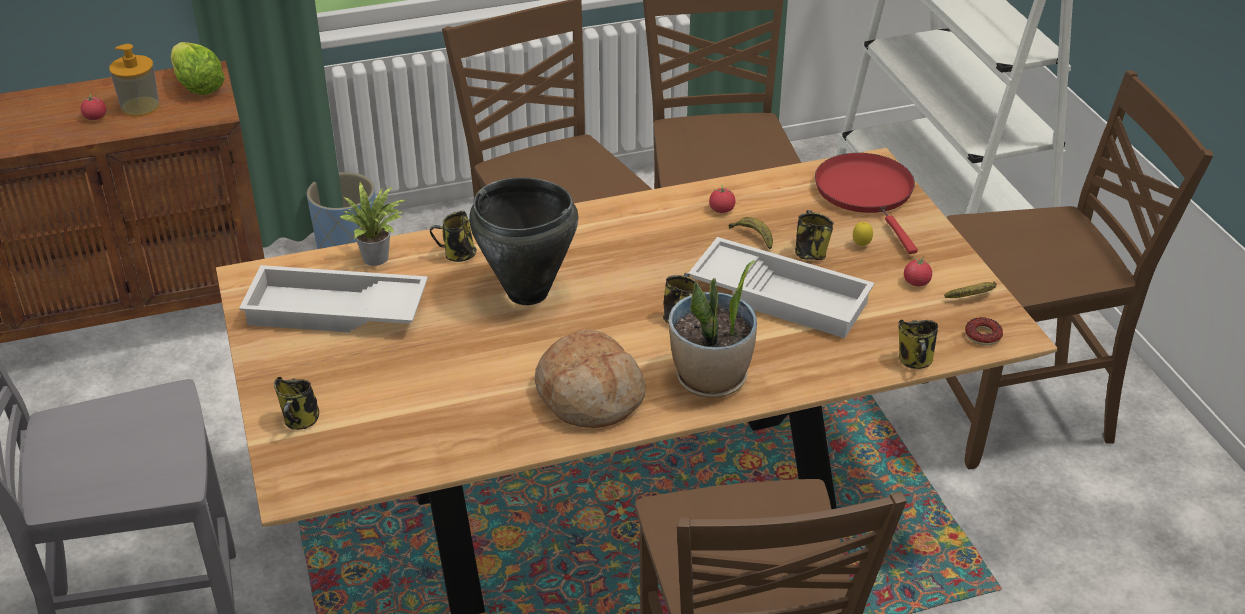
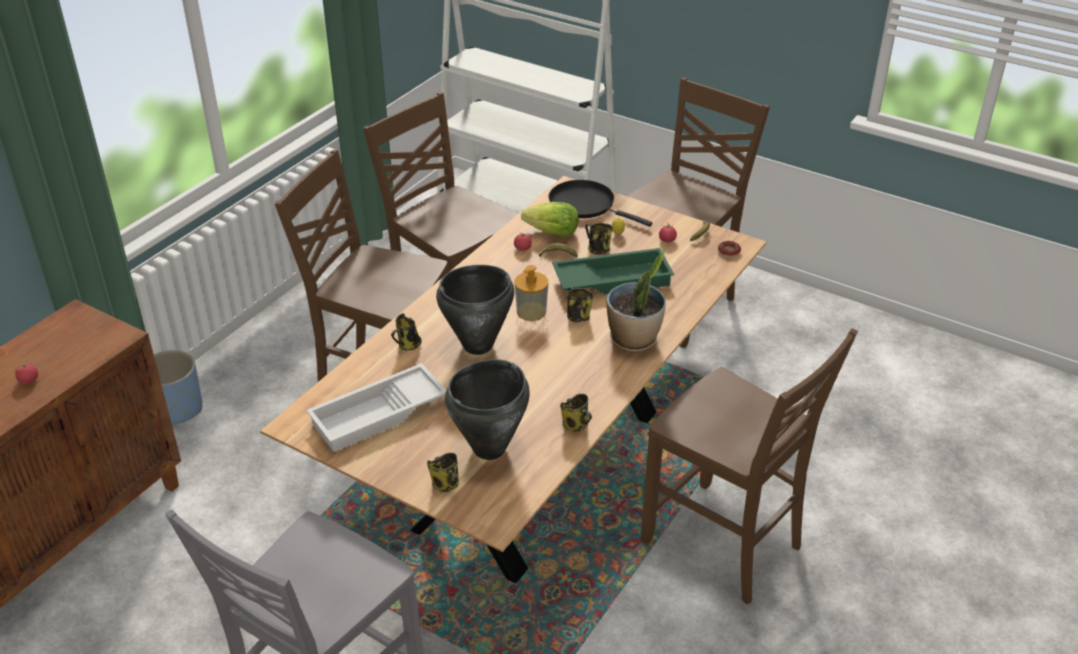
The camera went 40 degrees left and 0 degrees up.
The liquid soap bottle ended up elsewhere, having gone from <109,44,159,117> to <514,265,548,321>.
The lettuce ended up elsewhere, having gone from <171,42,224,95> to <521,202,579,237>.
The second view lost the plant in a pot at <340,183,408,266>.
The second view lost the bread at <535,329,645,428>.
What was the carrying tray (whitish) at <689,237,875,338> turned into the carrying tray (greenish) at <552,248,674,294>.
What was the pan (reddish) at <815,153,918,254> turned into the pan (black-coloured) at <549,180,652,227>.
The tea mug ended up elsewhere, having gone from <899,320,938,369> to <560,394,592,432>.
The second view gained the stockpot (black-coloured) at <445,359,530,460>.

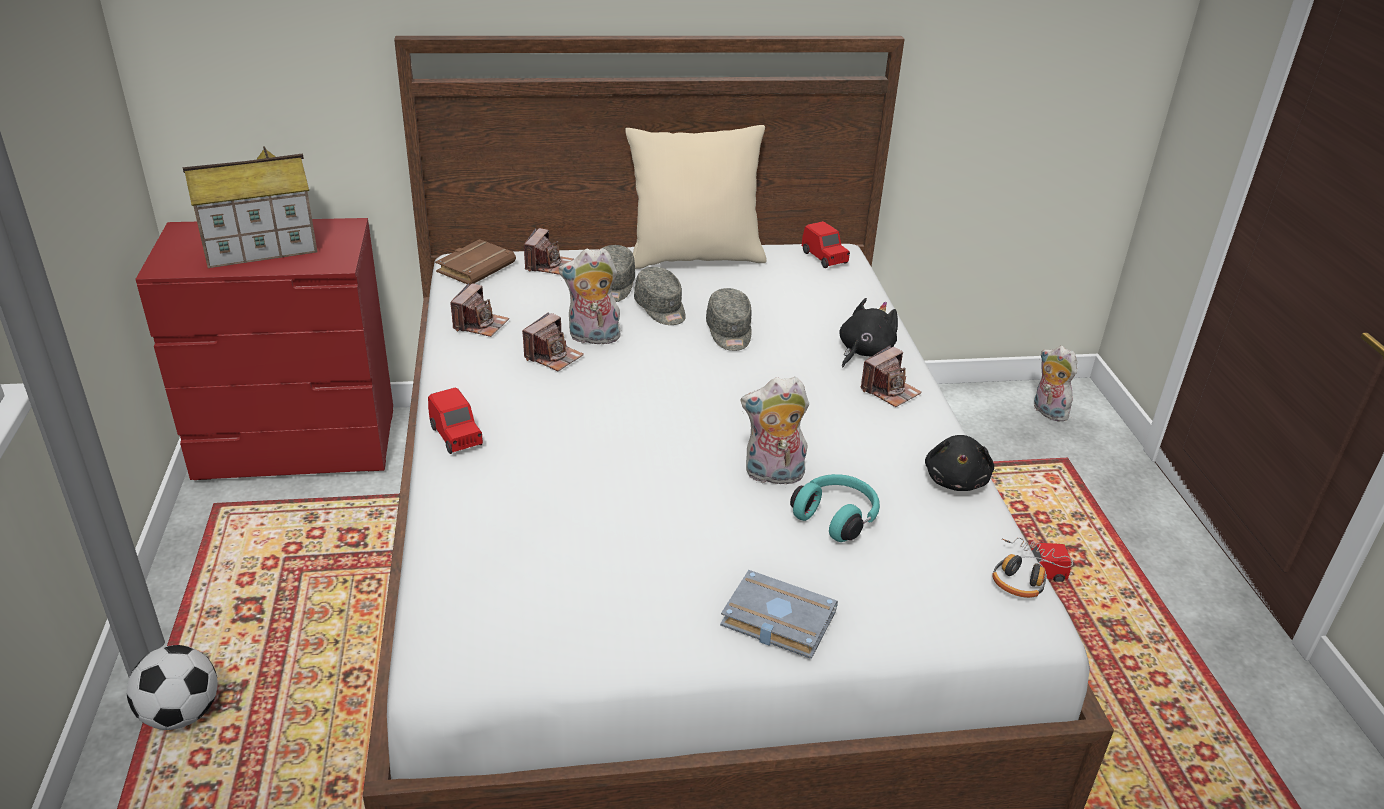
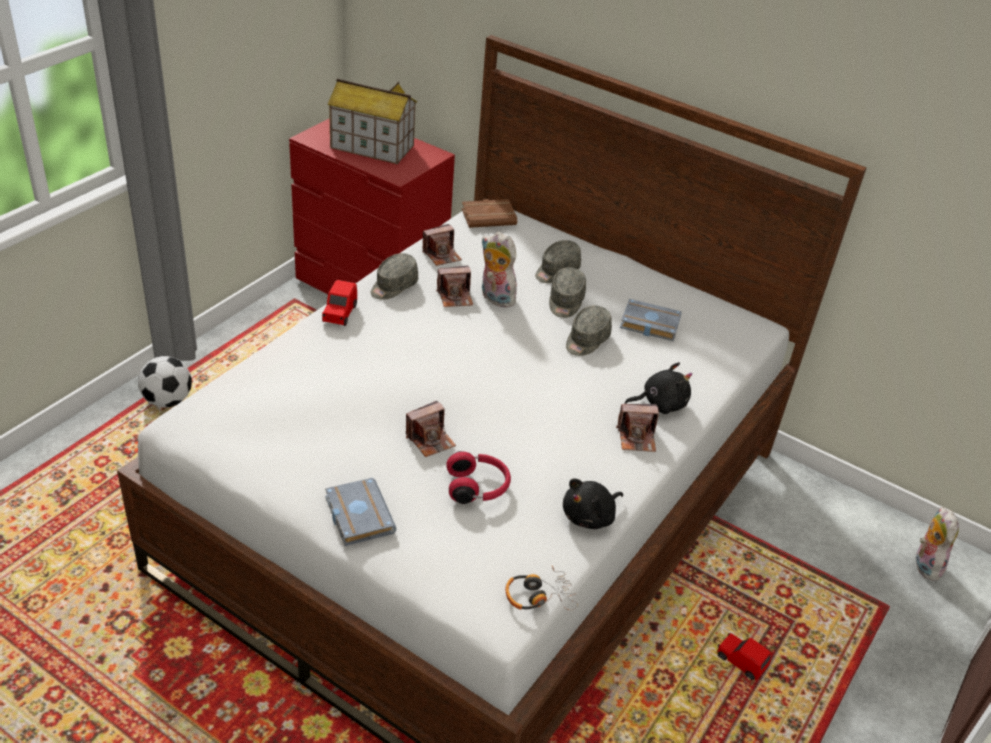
The camera went 40 degrees right and 5 degrees up.
The photo camera ended up elsewhere, having gone from <524,228,574,275> to <406,401,456,457>.
The second view lost the cushion (sand-coloured) at <625,125,767,269>.
The second view lost the cuddly toy at <741,377,809,485>.
What was the pair of headphones (blue-green) at <790,474,880,542> turned into the pair of headphones (reddish) at <446,451,511,504>.
The second view lost the model car (reddish) at <802,221,850,268>.
The second view gained the peaked cap (gray) at <371,253,418,300>.
The second view gained the volume (gray) at <620,299,682,341>.

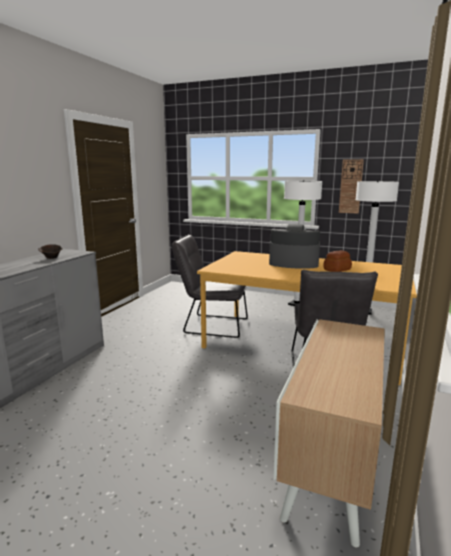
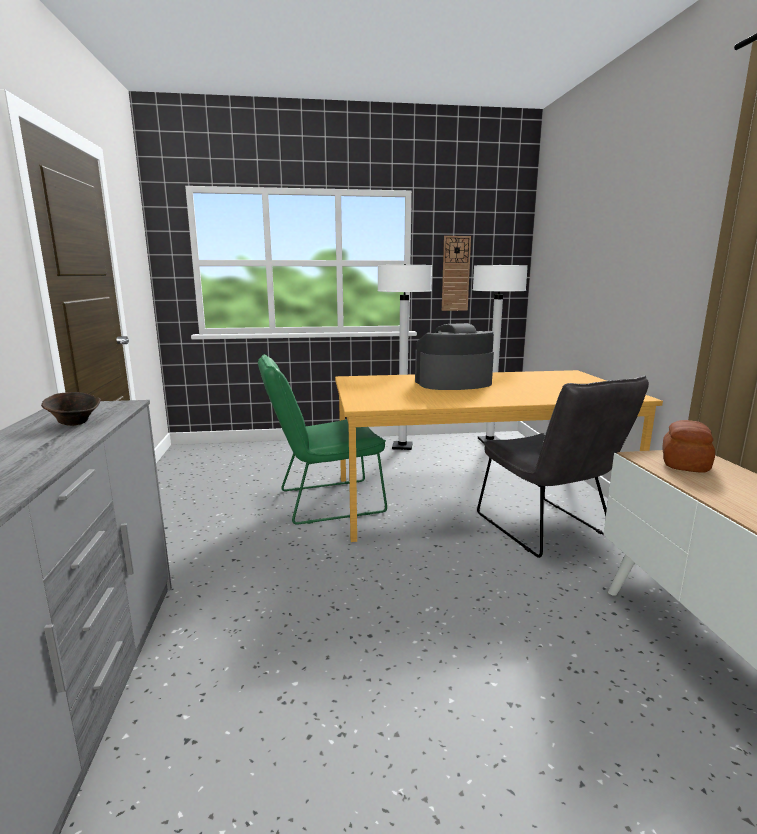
The camera went 30 degrees left and 0 degrees up.
What was the chair (gray) at <172,234,248,338> turned into the chair (greenish) at <258,354,387,525>.
The bread ended up elsewhere, having gone from <323,250,352,272> to <663,420,715,473>.

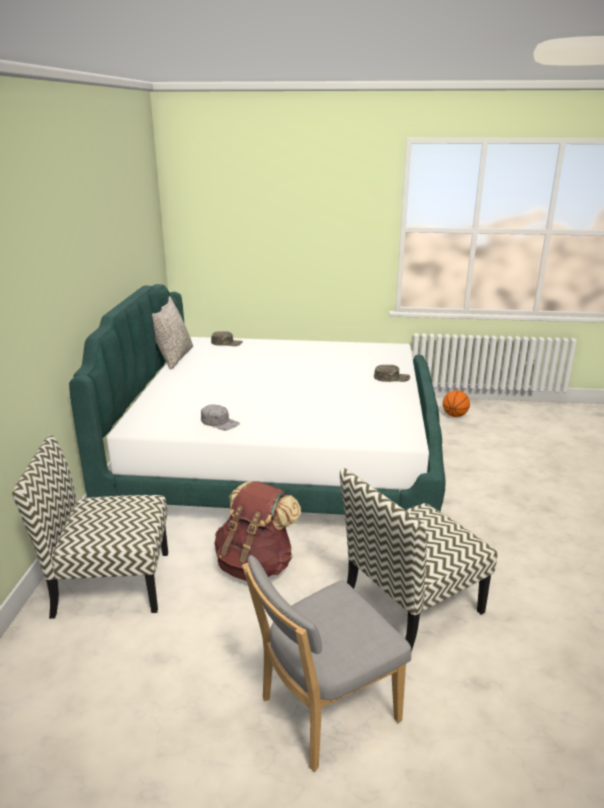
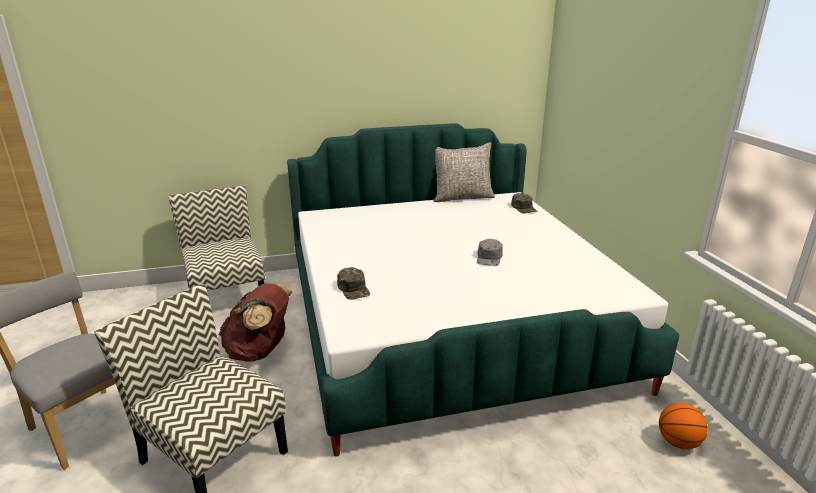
The camera went 70 degrees right and 0 degrees up.
The peaked cap (gray) ended up elsewhere, having gone from <201,404,240,431> to <477,239,503,266>.
The peaked cap (greenish) ended up elsewhere, having gone from <374,365,410,382> to <337,267,370,300>.

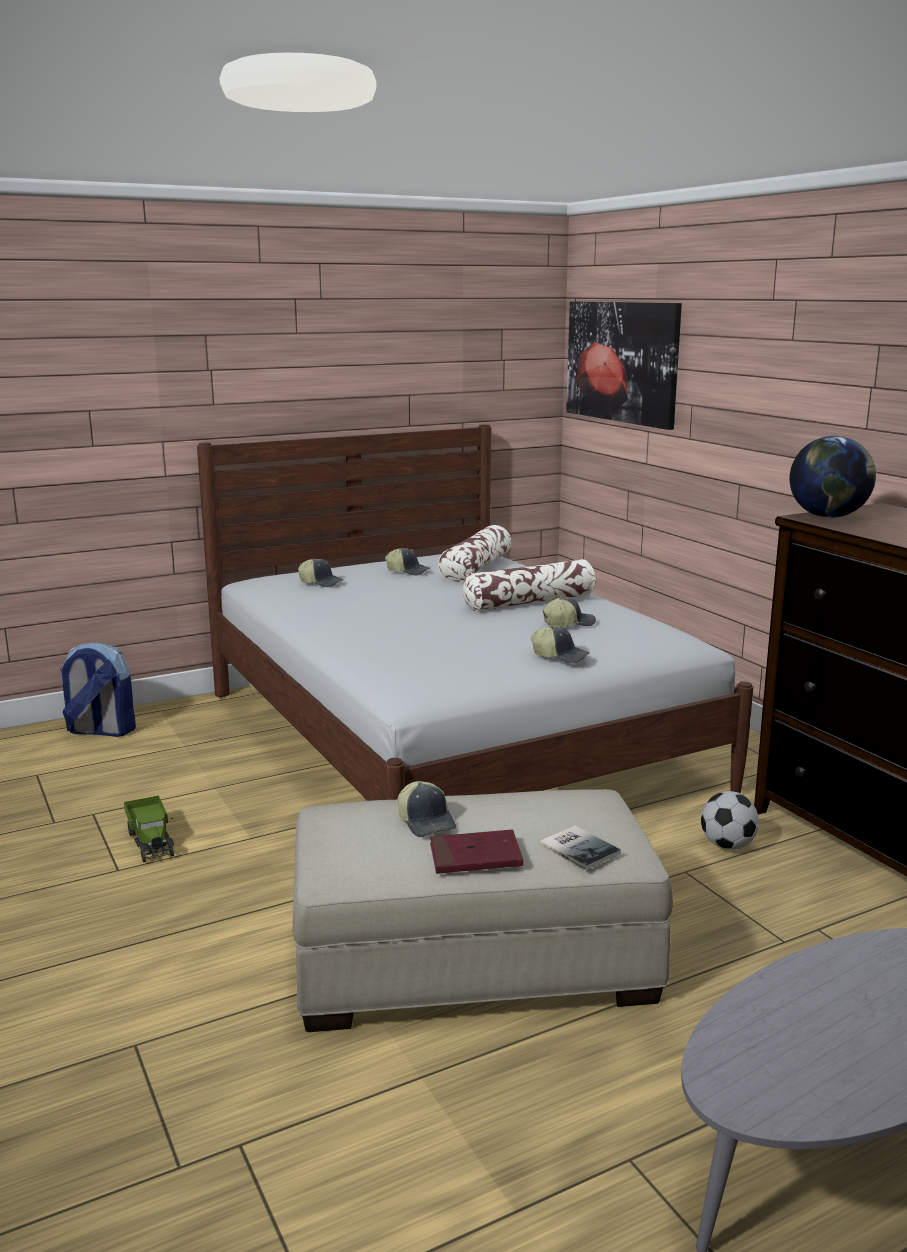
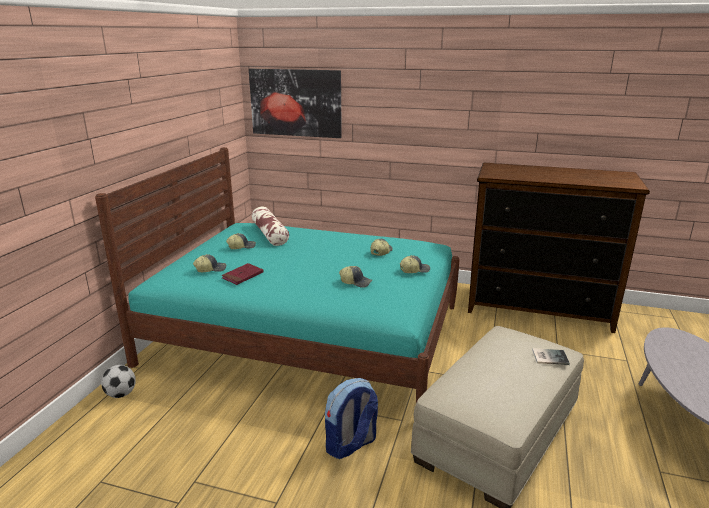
The camera went 45 degrees left and 5 degrees up.
The rucksack ended up elsewhere, having gone from <60,642,136,737> to <325,378,378,459>.
The second view lost the toy truck at <124,795,174,863>.
What was the sleeping bed (whitish) at <197,424,753,801> turned into the sleeping bed (blue-green) at <95,147,460,403>.
The peaked cap ended up elsewhere, having gone from <397,781,456,837> to <339,266,372,288>.
The volume (reddish) ended up elsewhere, having gone from <430,829,523,874> to <222,263,264,285>.
The second view lost the cushion at <463,559,596,611>.
The football ended up elsewhere, having gone from <701,791,759,850> to <101,365,136,398>.
The second view lost the globe at <789,436,876,518>.

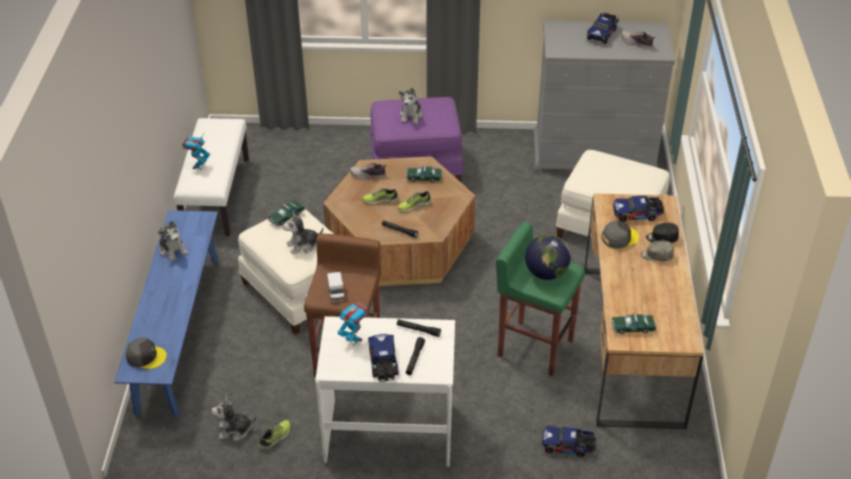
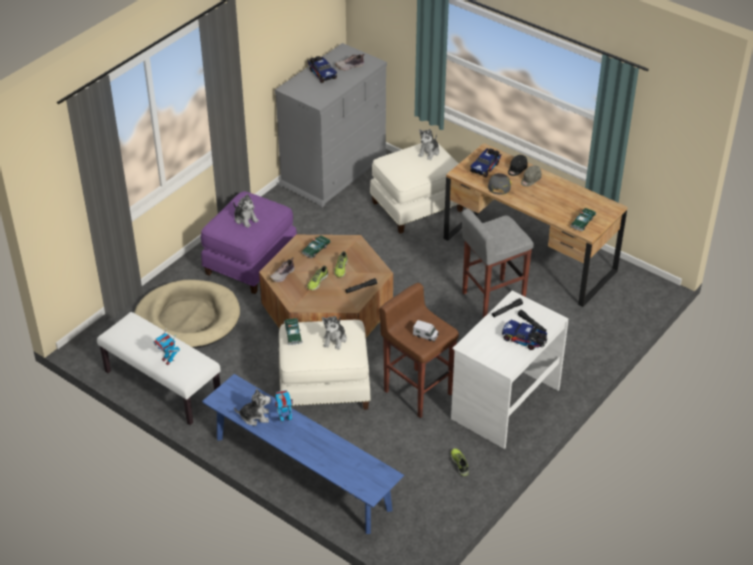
The camera went 55 degrees left and 0 degrees up.
The second view lost the peaked cap (gray) at <126,338,167,369>.
The cuddly toy ended up elsewhere, having gone from <211,395,257,441> to <418,129,439,160>.
The robot figure ended up elsewhere, having gone from <338,303,368,346> to <275,390,293,424>.
What was the stool (greenish) at <496,222,585,377> turned into the stool (gray) at <462,209,534,318>.
The second view lost the globe at <525,234,571,280>.
The second view lost the toy truck at <542,425,596,457>.
The second view gained the dog cushion (sand-coloured) at <134,280,240,349>.

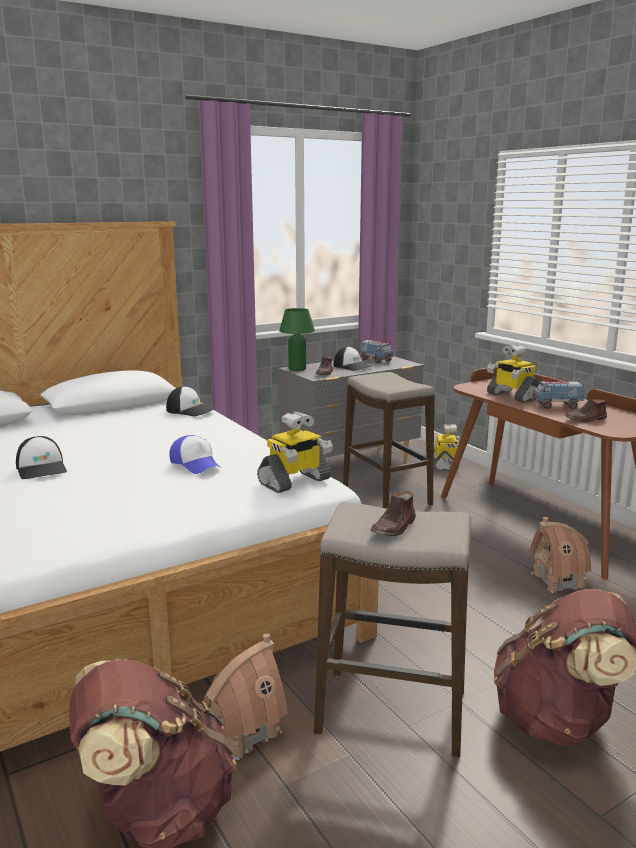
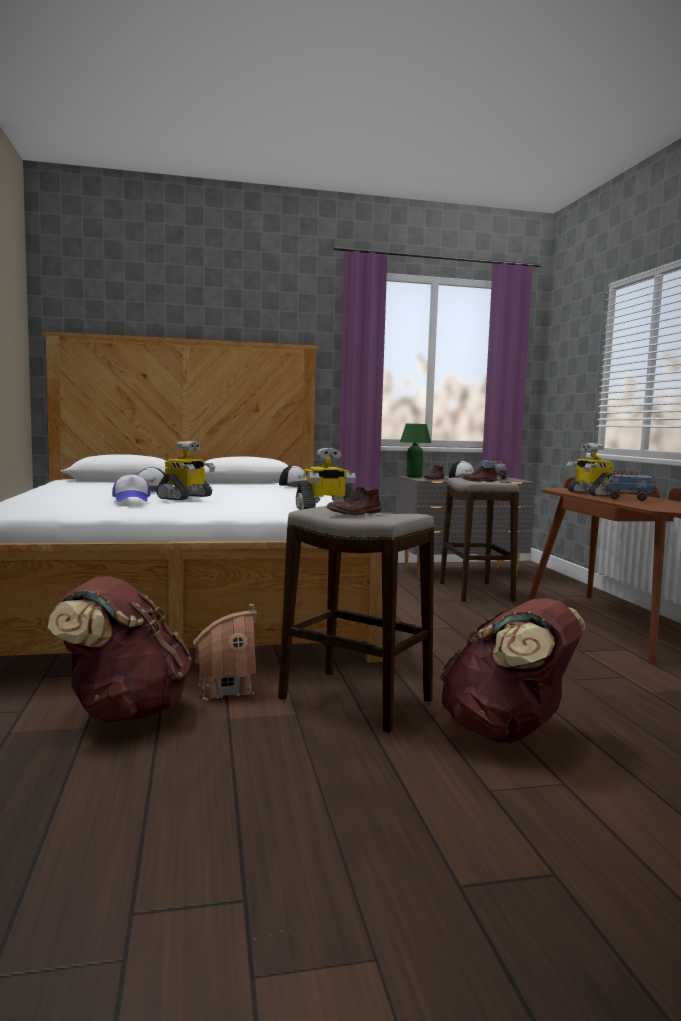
The camera went 20 degrees right and 10 degrees down.
The peaked cap ended up elsewhere, having gone from <169,435,220,474> to <112,475,150,502>.
The robot figure ended up elsewhere, having gone from <434,424,460,471> to <156,441,215,500>.
The second view lost the model house at <530,517,591,593>.
The shoe (brown-coloured) ended up elsewhere, having gone from <564,399,607,422> to <460,465,497,482>.

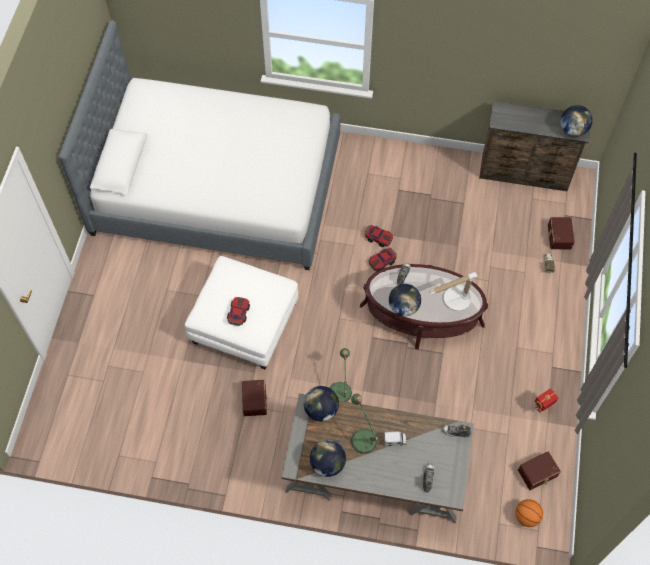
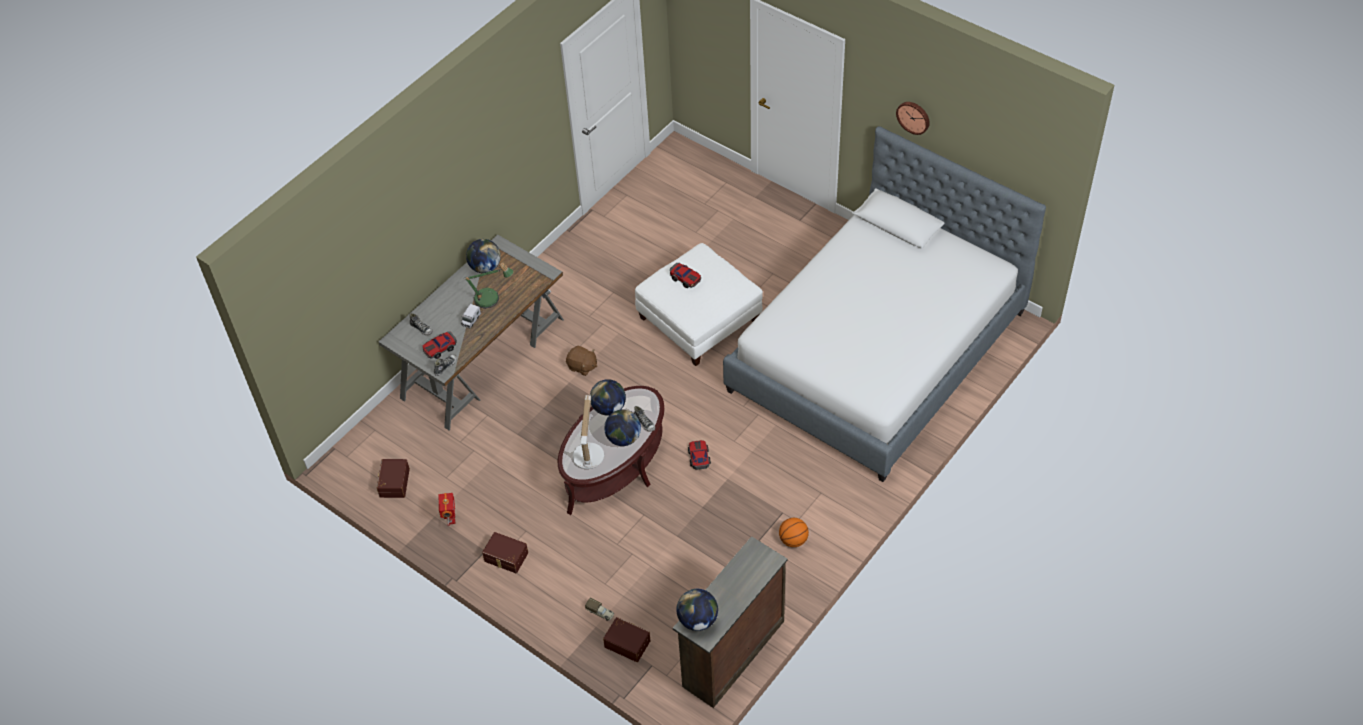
The camera went 120 degrees right and 10 degrees down.
The storage container (brown-coloured) ended up elsewhere, having gone from <242,380,268,416> to <482,532,528,573>.
The globe ended up elsewhere, having gone from <303,386,339,421> to <604,410,641,446>.
Where the tabletop lamp stood at <330,348,352,402>, the cuddly toy (brown-coloured) came to stand at <566,346,597,376>.
The model car ended up elsewhere, having gone from <365,225,393,247> to <423,332,457,359>.
The ball for basketball ended up elsewhere, having gone from <515,499,543,527> to <779,518,809,547>.
The second view gained the clock on the wall at <896,102,930,135>.

